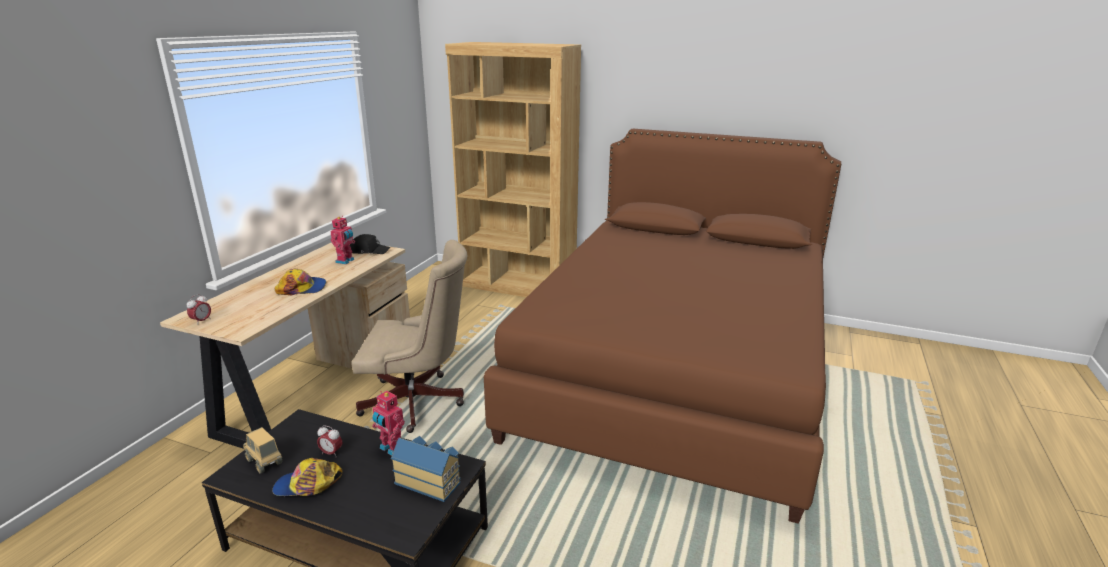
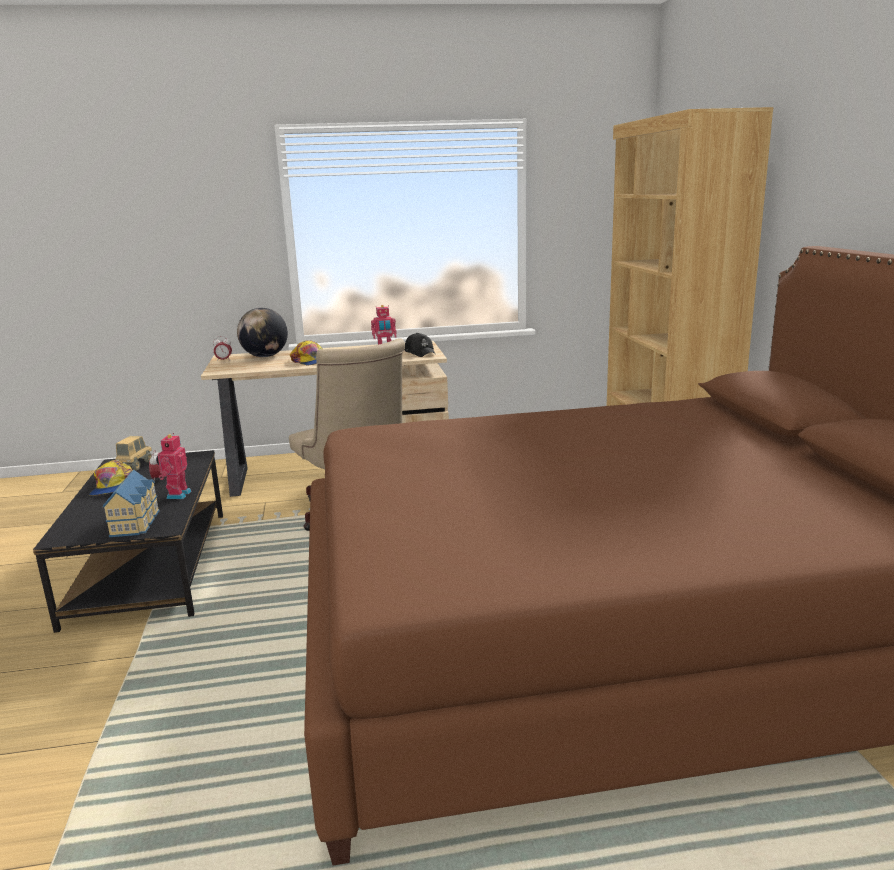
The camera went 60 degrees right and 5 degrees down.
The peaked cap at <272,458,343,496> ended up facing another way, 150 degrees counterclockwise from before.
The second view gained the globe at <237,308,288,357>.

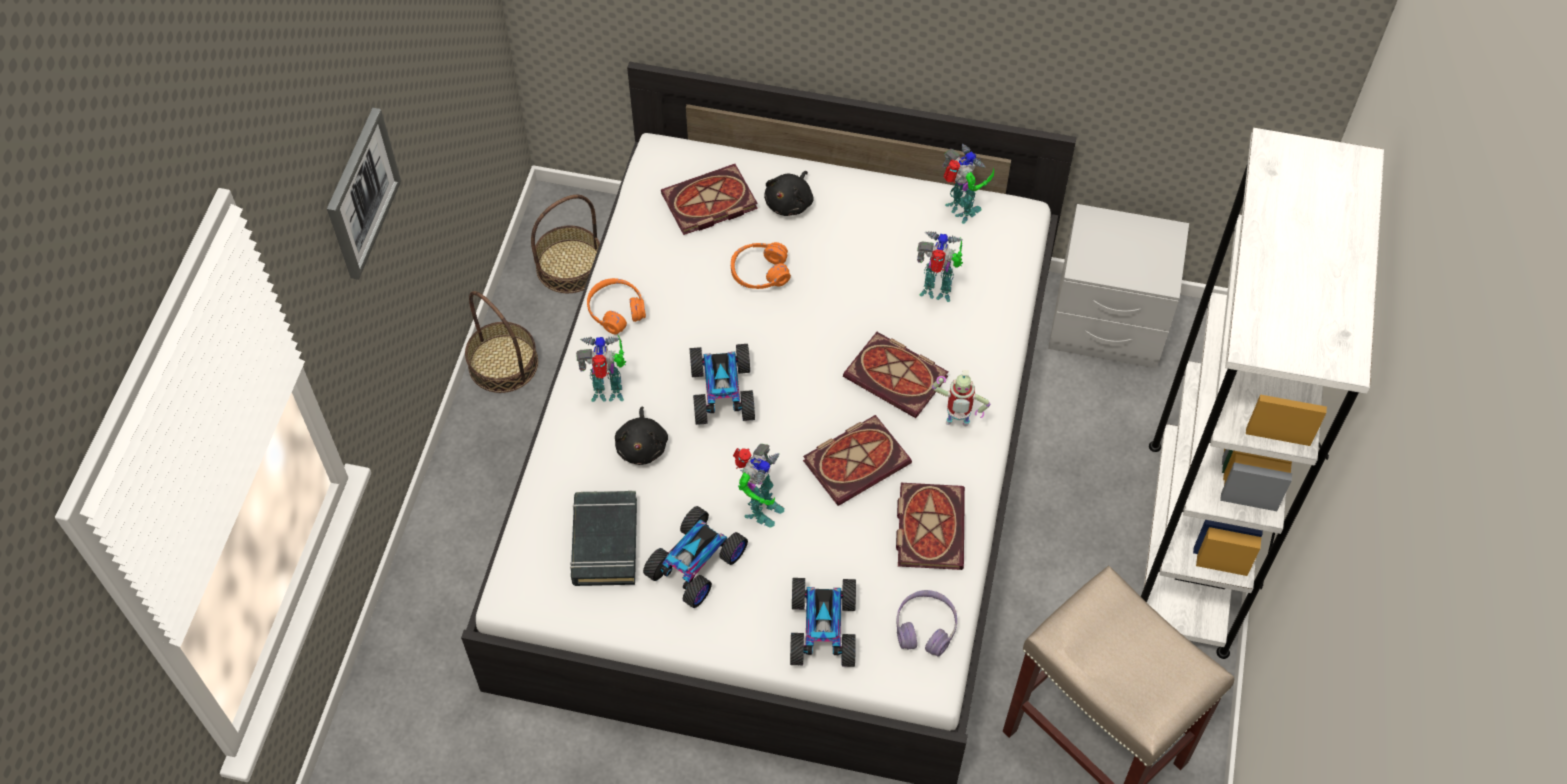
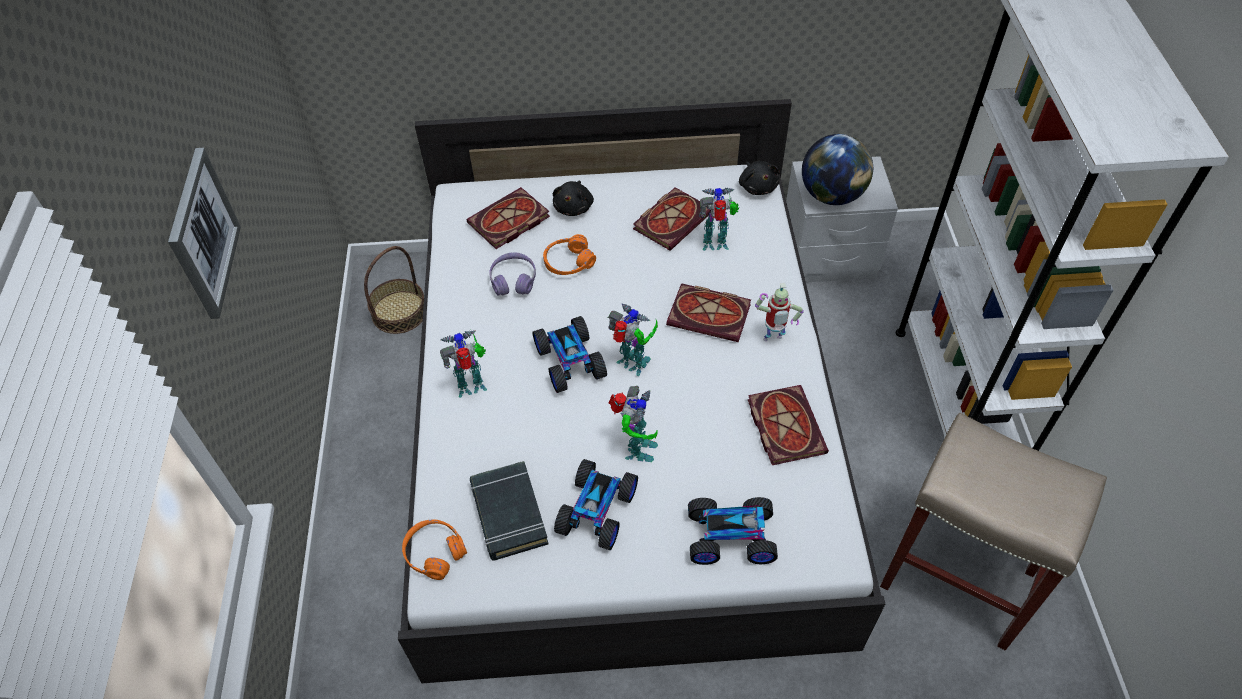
The camera went 15 degrees left and 5 degrees down.
The second view lost the storage basket at <465,291,538,393>.
The pair of headphones (orangey) ended up elsewhere, having gone from <587,278,646,334> to <402,519,467,580>.
The cuddly toy (black-coloured) ended up elsewhere, having gone from <615,407,668,465> to <739,161,780,195>.
The model car at <790,578,856,667> ended up facing another way, 75 degrees counterclockwise from before.
The volume ended up elsewhere, having gone from <803,415,912,506> to <633,187,711,250>.
The pair of headphones (purple) ended up elsewhere, having gone from <896,590,957,657> to <489,252,536,296>.
The robot figure ended up elsewhere, having gone from <943,144,994,224> to <608,304,658,376>.
The second view gained the globe at <802,134,873,205>.

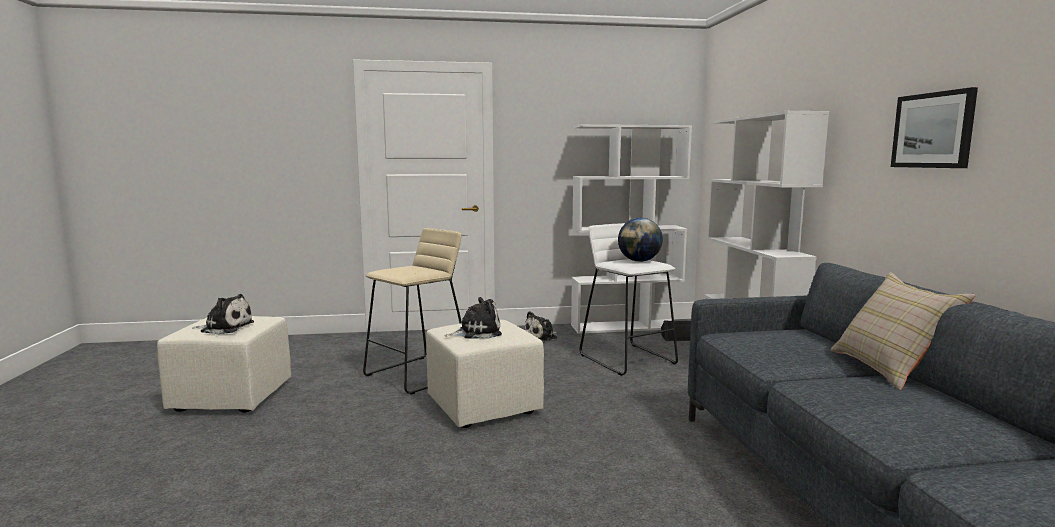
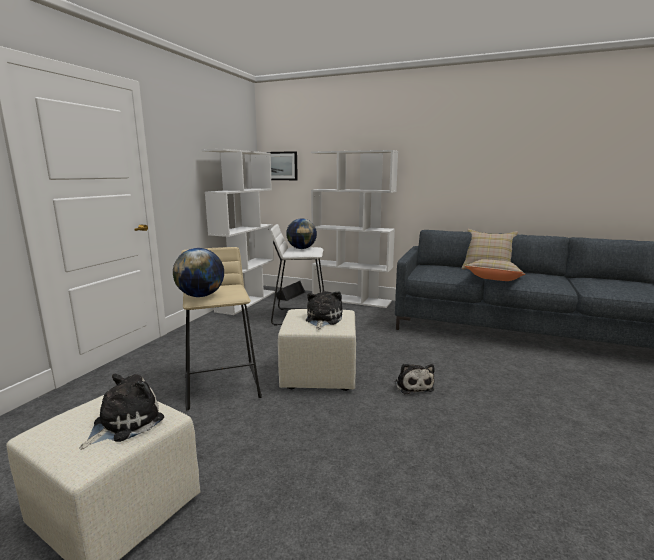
The camera went 60 degrees left and 5 degrees up.
The cuddly toy ended up elsewhere, having gone from <525,311,558,341> to <395,363,435,394>.
The wall art ended up elsewhere, having gone from <891,87,978,168> to <269,151,298,180>.
The second view gained the globe at <173,248,224,297>.
The second view gained the cushion (sand-coloured) at <465,259,525,281>.

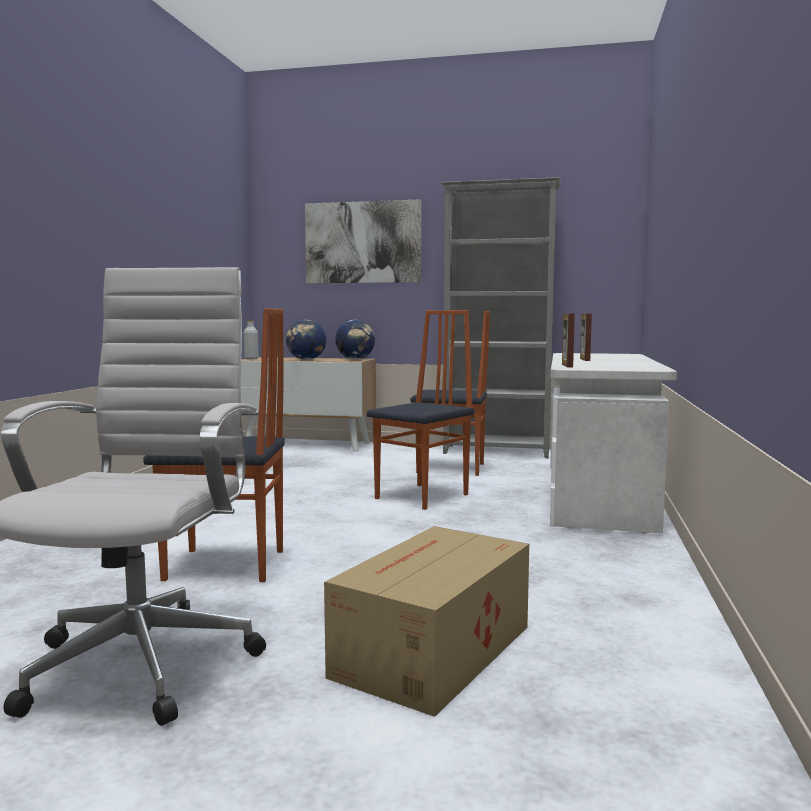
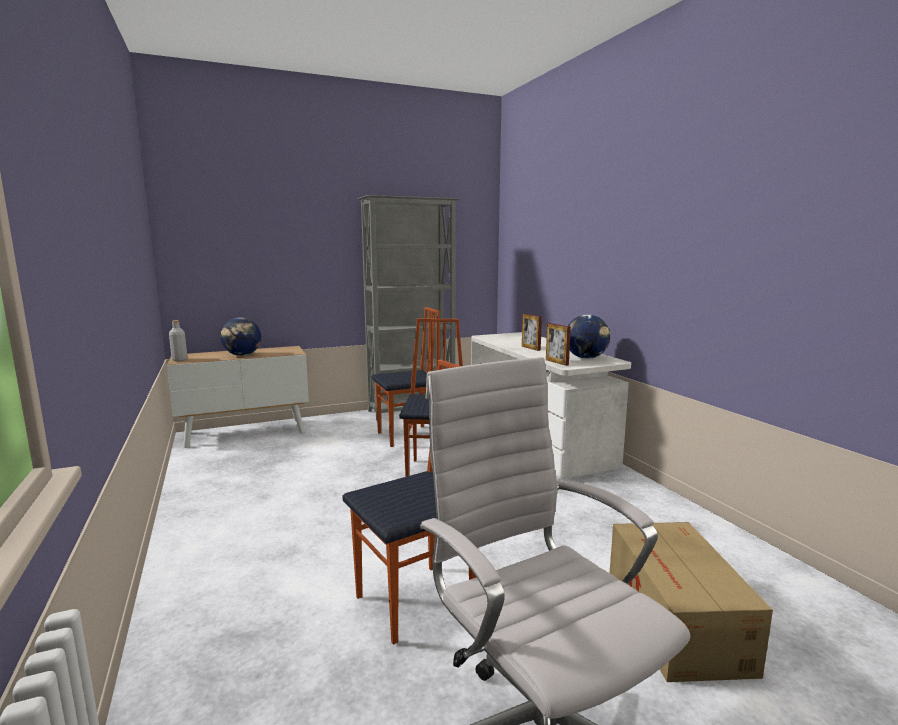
The camera went 35 degrees left and 5 degrees up.
The second view lost the wall art at <305,199,422,283>.
The globe ended up elsewhere, having gone from <335,320,375,360> to <568,314,610,359>.

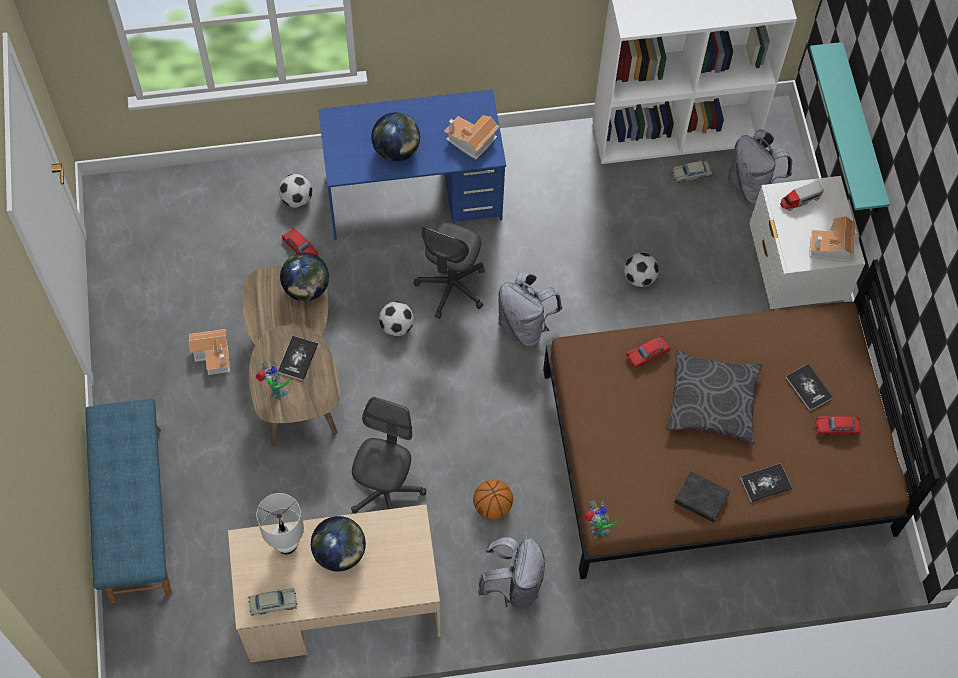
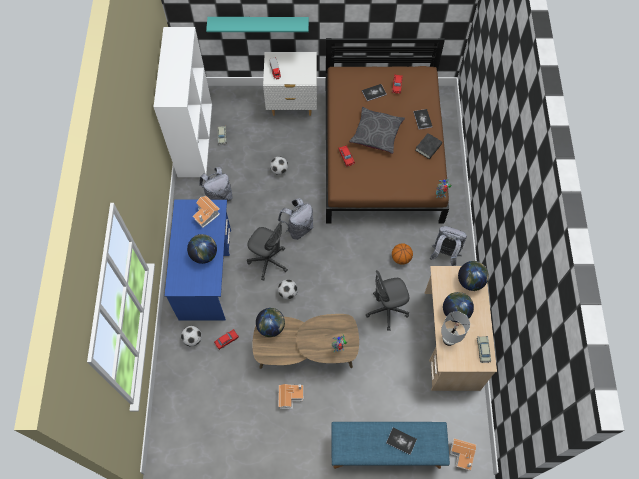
The camera went 80 degrees left and 0 degrees up.
The volume ended up elsewhere, having gone from <278,336,318,380> to <386,428,417,455>.
The desk chair (gray) at <351,397,426,513> ended up facing another way, 45 degrees counterclockwise from before.
The rucksack (gray) ended up elsewhere, having gone from <728,129,792,204> to <199,167,233,202>.
The model house ended up elsewhere, having gone from <809,216,855,262> to <450,438,476,470>.
The second view gained the globe at <458,261,489,291>.

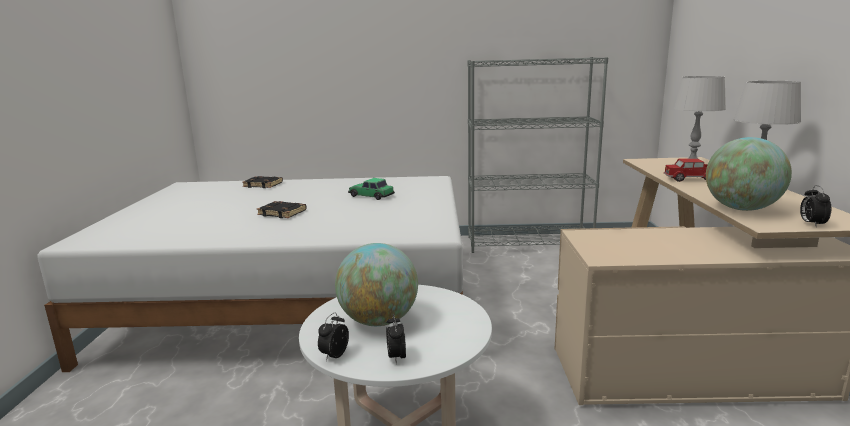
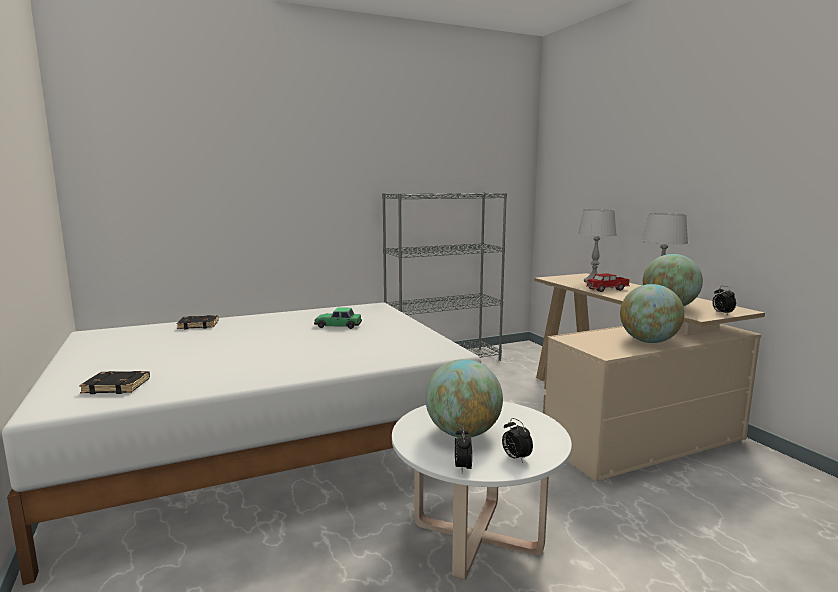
The camera went 25 degrees left and 5 degrees down.
The volume (black-coloured) ended up elsewhere, having gone from <257,201,307,218> to <79,371,150,394>.
The second view gained the globe at <620,284,684,343>.

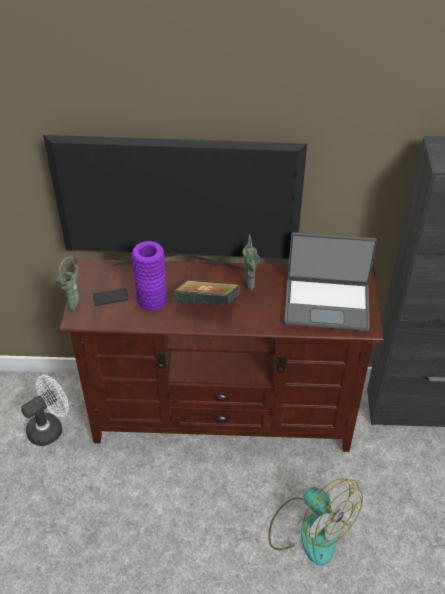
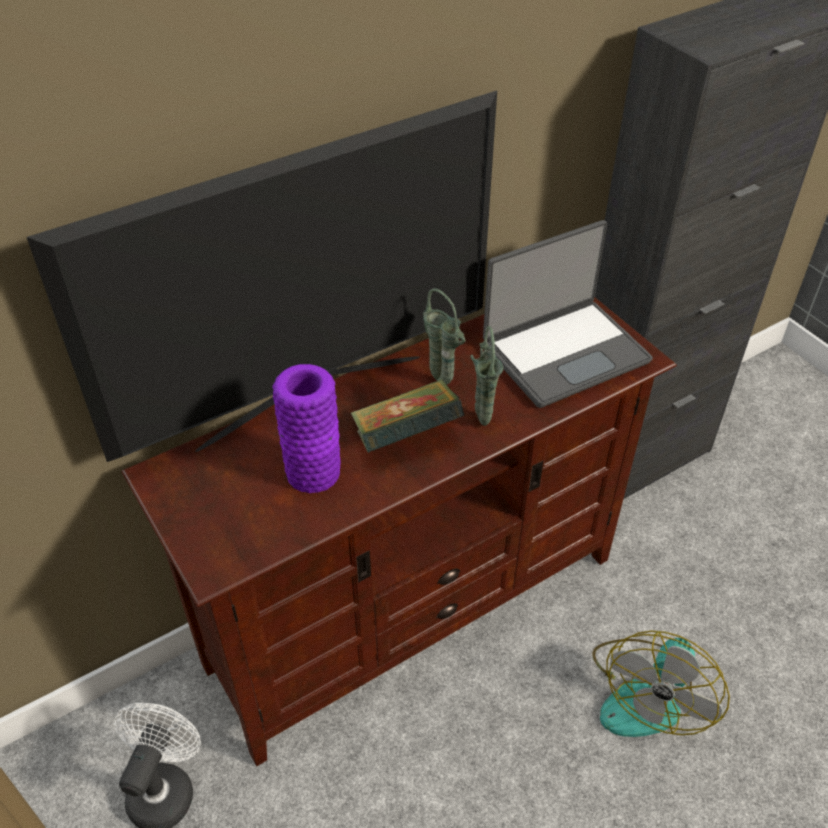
The camera went 35 degrees left and 0 degrees up.
The vase (greenish) ended up elsewhere, having gone from <57,256,79,311> to <470,326,503,426>.
The second view lost the handset at <93,288,129,306>.
The electric fan at <269,478,363,566> ended up facing another way, 105 degrees clockwise from before.

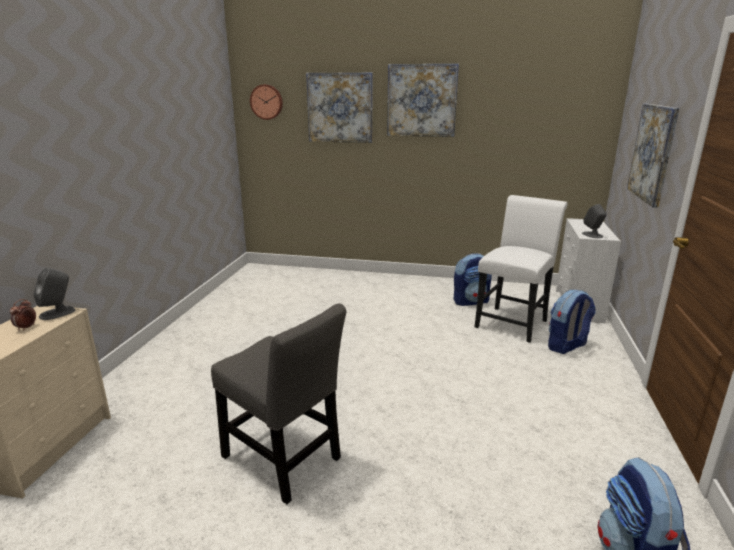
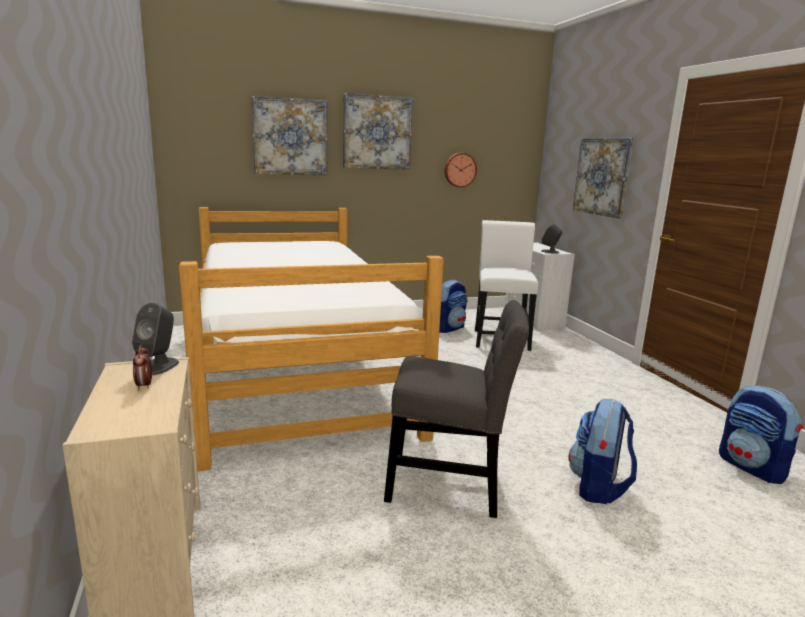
The camera went 30 degrees left and 5 degrees down.
The clock on the wall ended up elsewhere, having gone from <250,85,283,120> to <445,153,477,188>.
The rucksack ended up elsewhere, having gone from <548,290,596,354> to <568,399,637,504>.
The second view gained the sleeping bed at <179,207,444,472>.

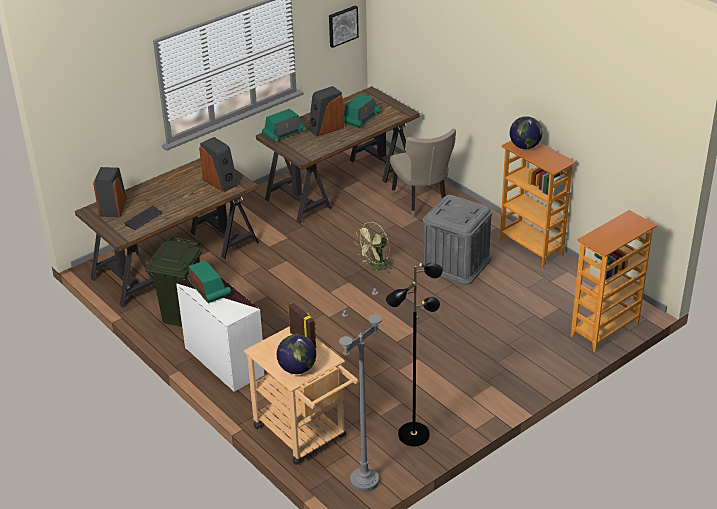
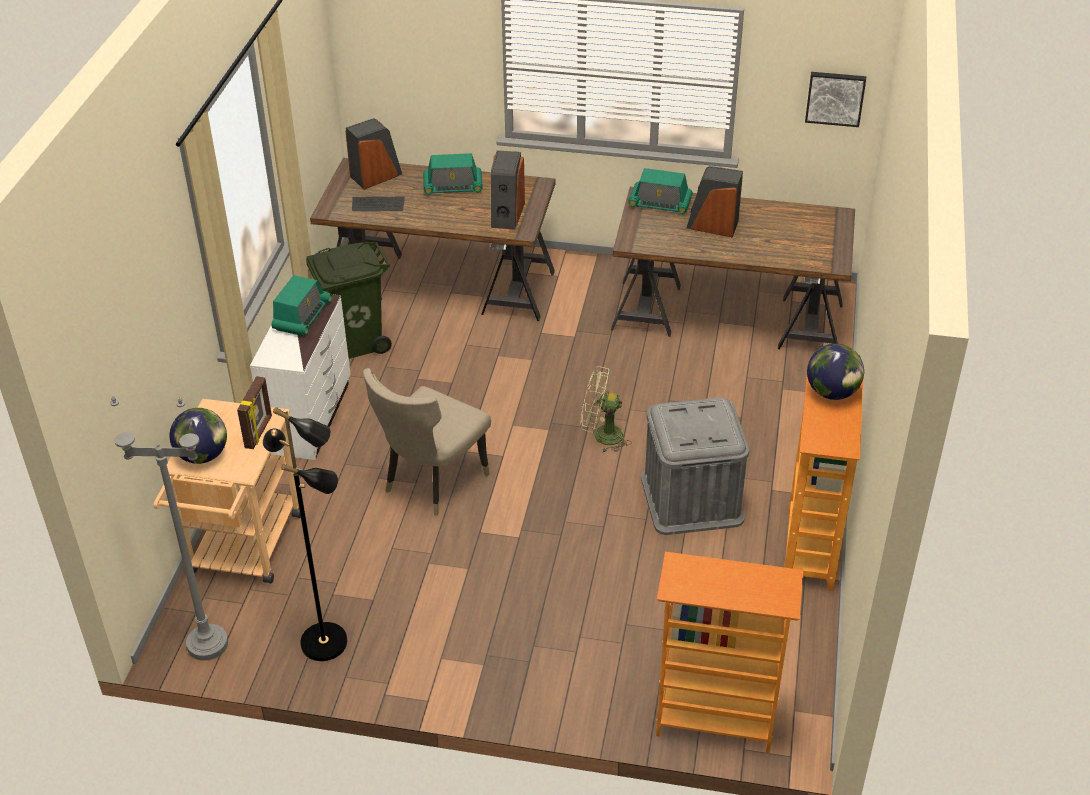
The camera went 50 degrees right and 5 degrees up.
The radio receiver ended up elsewhere, having gone from <343,94,382,128> to <423,153,483,195>.
The chair (sand-coloured) ended up elsewhere, having gone from <390,128,456,218> to <363,368,491,516>.

